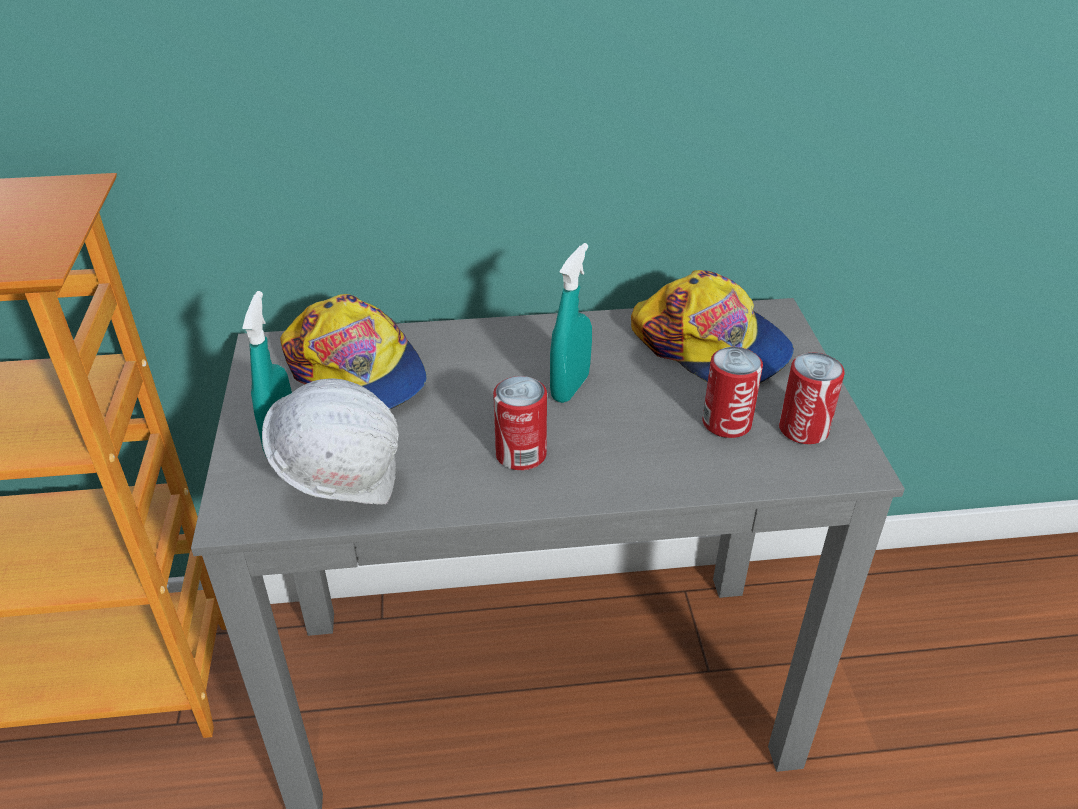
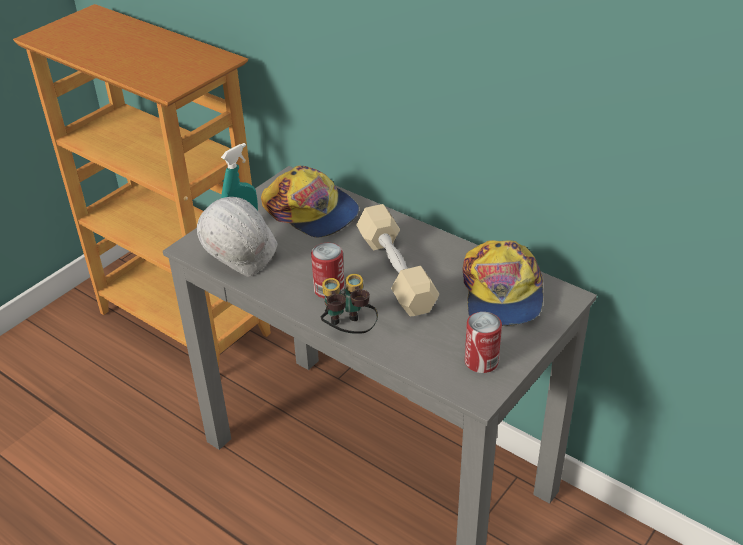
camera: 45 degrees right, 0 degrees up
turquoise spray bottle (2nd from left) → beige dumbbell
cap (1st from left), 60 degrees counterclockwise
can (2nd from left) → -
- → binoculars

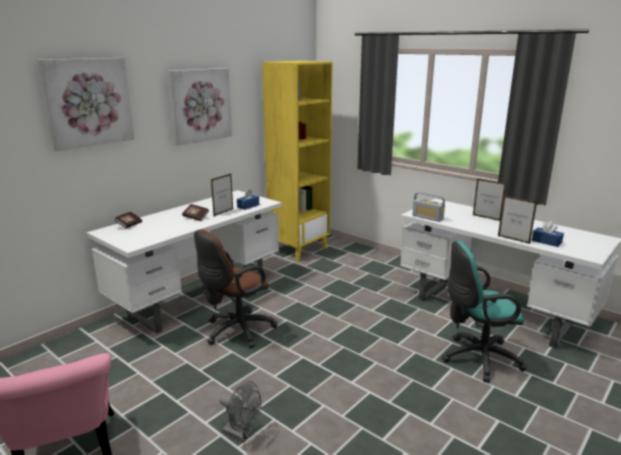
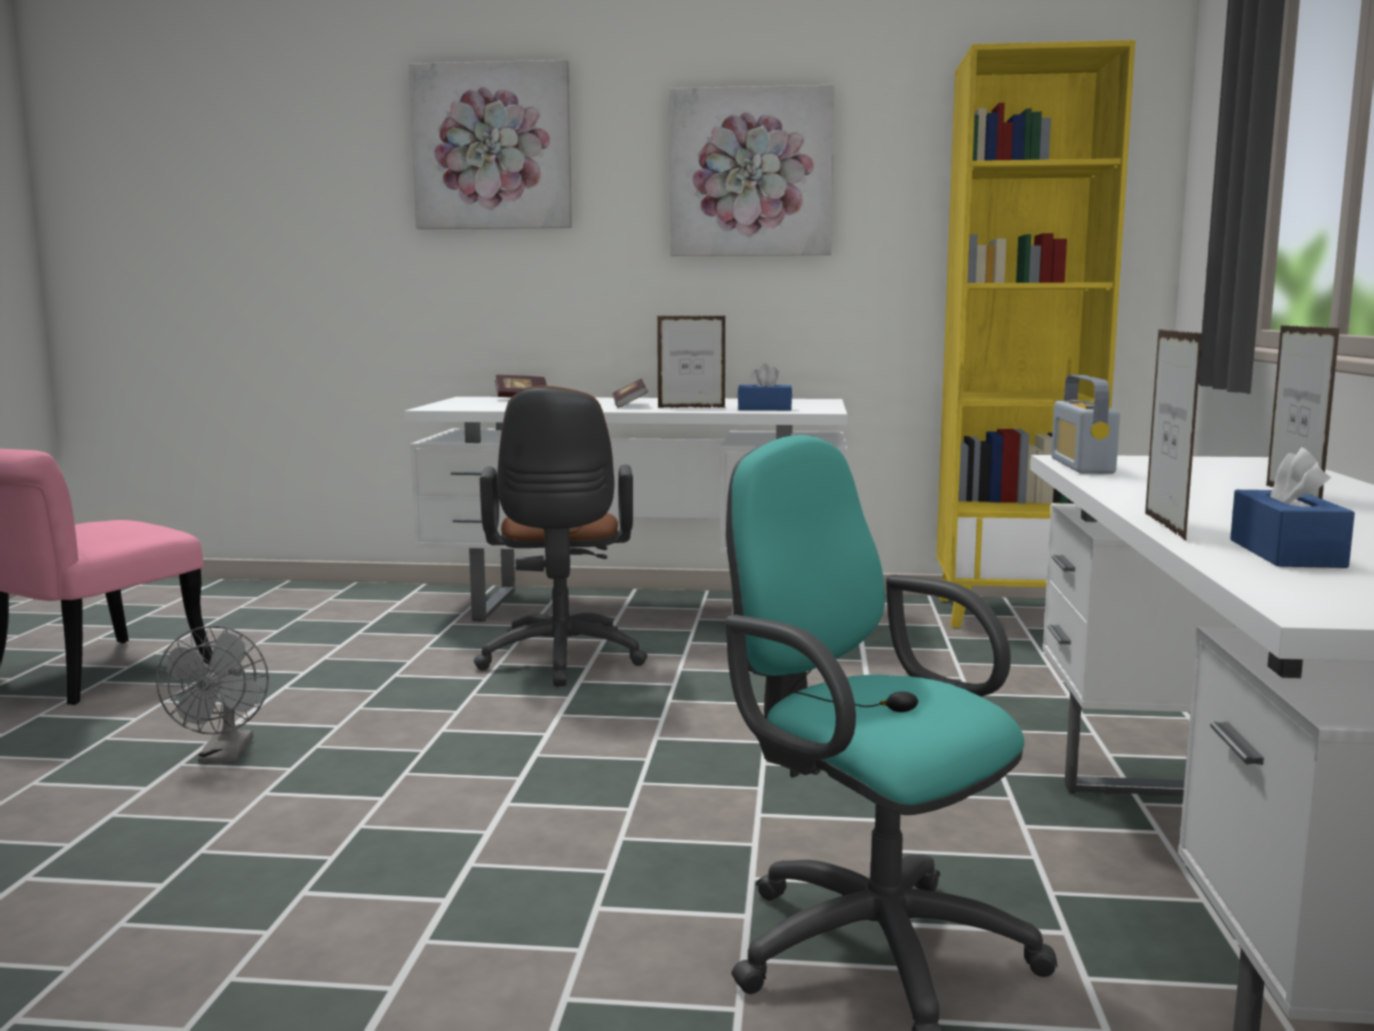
camera: 55 degrees right, 10 degrees down
brown office chair, 105 degrees counterclockwise

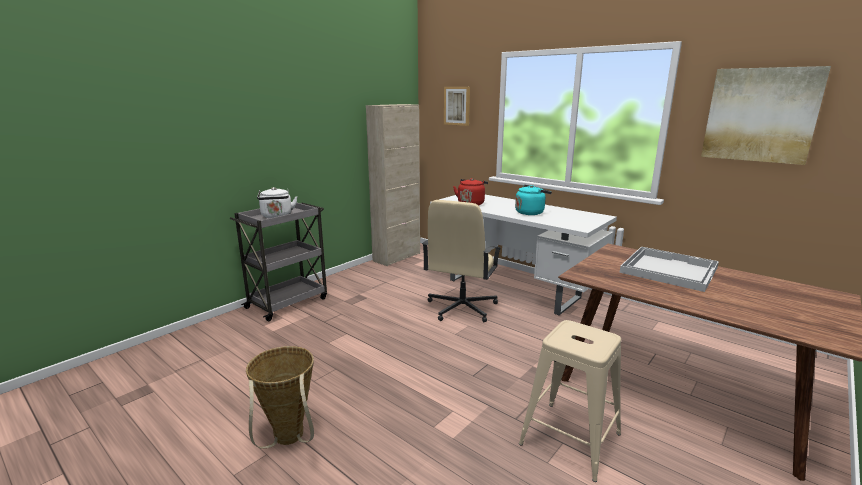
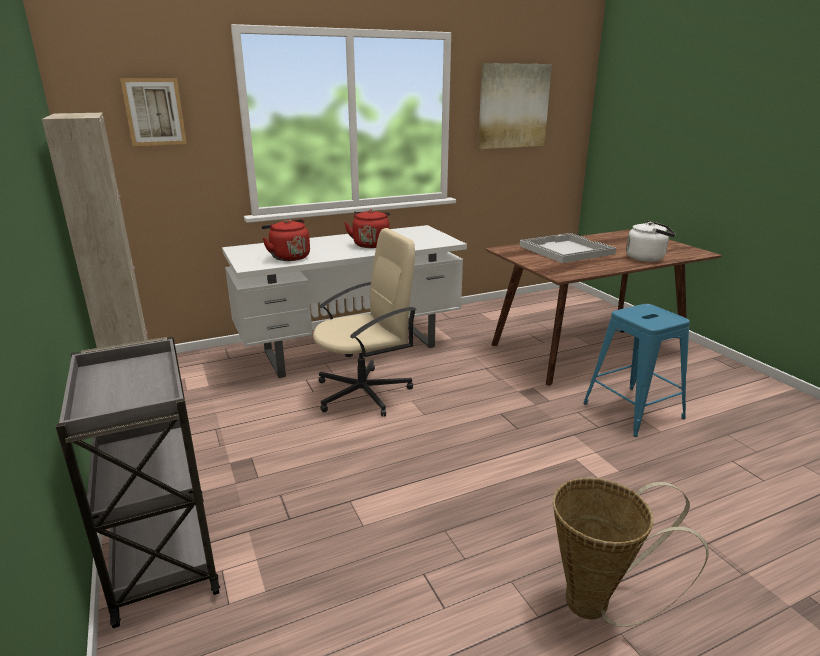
camera: 65 degrees left, 5 degrees up
turquoise kettle → red kettle (2nd from left)
white kettle, moved
beige office chair, 75 degrees counterclockwise
beige stool → blue stool

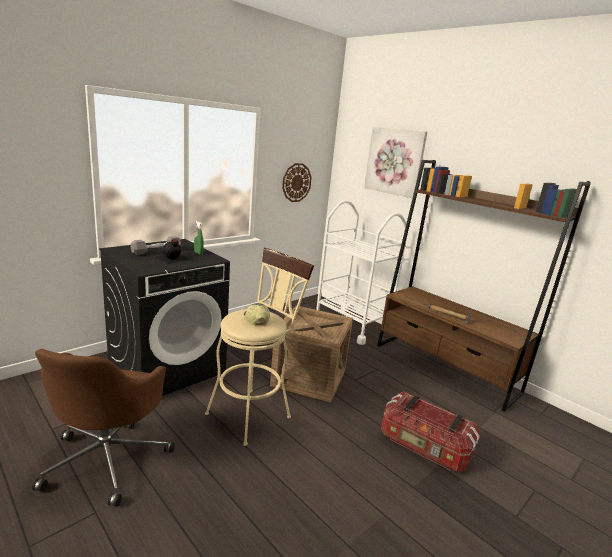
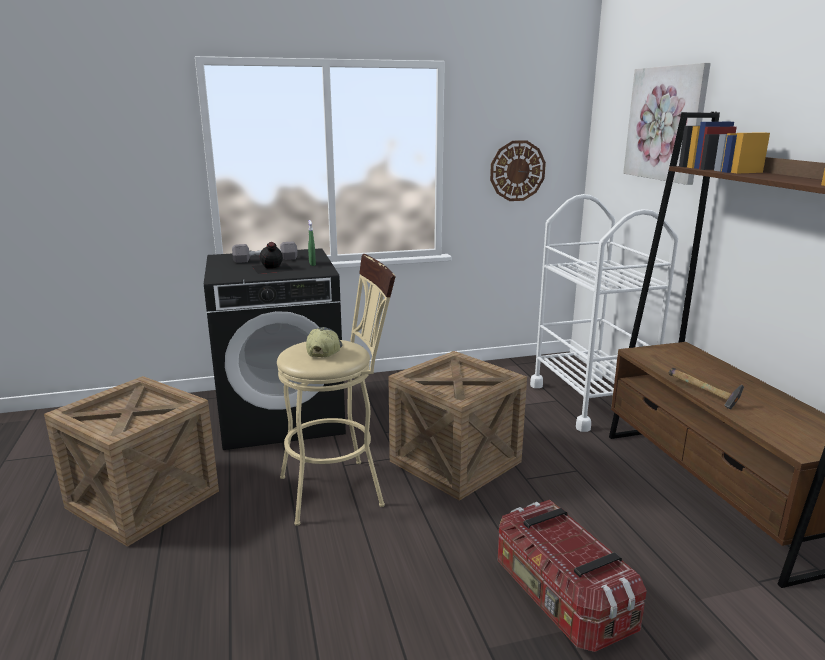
camera: 30 degrees right, 0 degrees up
brown office chair → crate (1st from left)

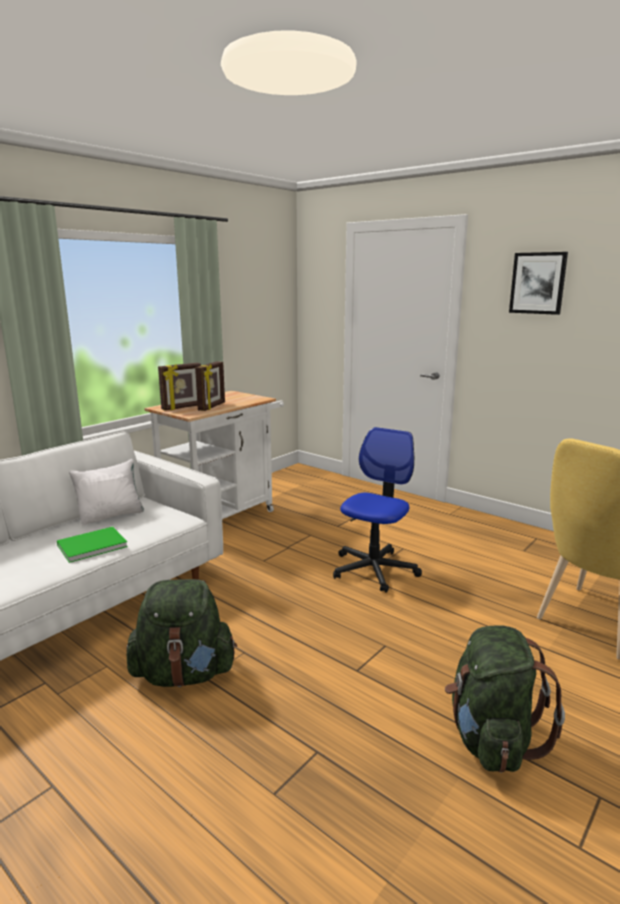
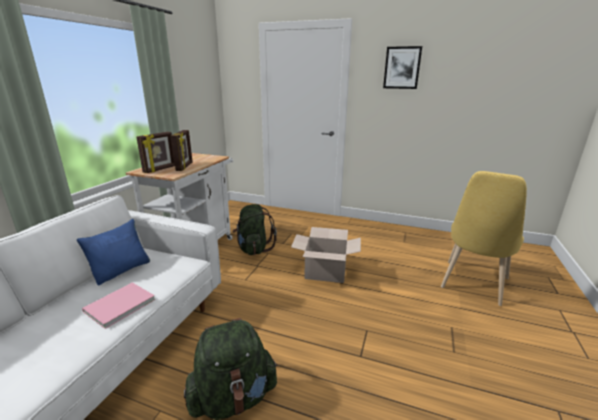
camera: 20 degrees left, 5 degrees up
office chair → cardboard box
white pillow → blue pillow
green book → pink book
green backpack (2nd from left), moved

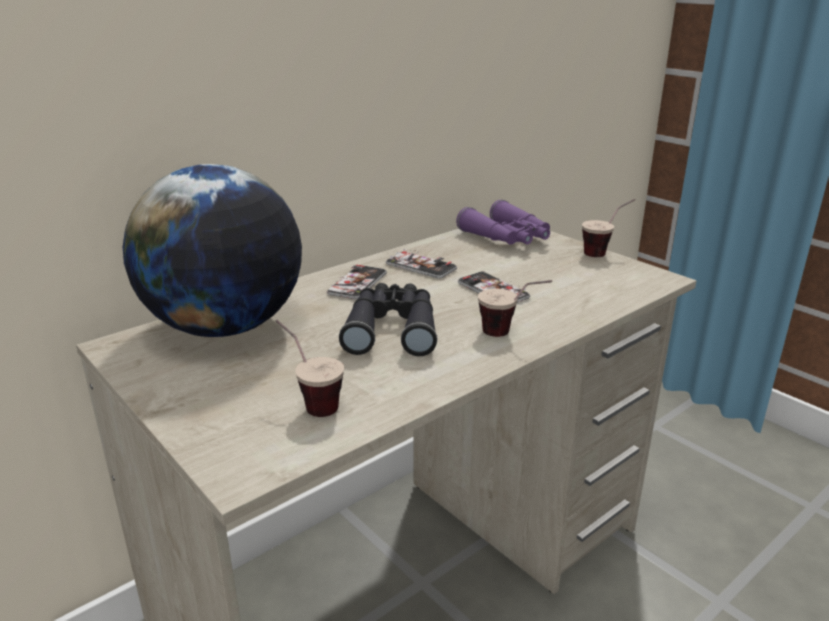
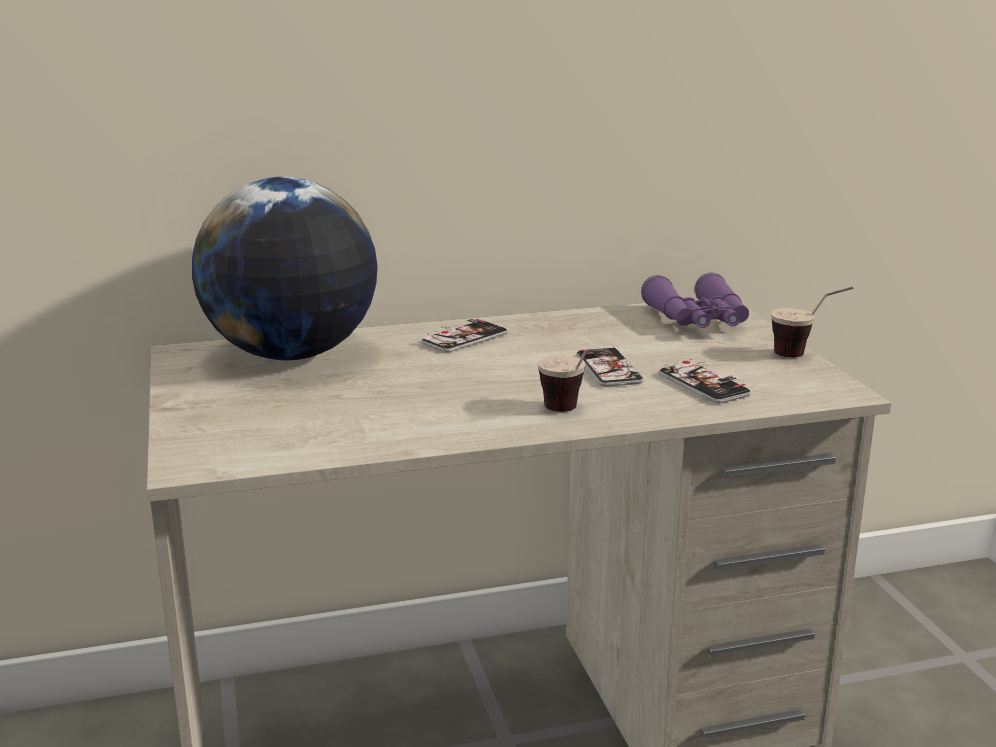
camera: 25 degrees right, 5 degrees down
phone (2nd from left in the first image) → phone (3rd from left), moved
black binoculars → -
cup (1st from left) → -

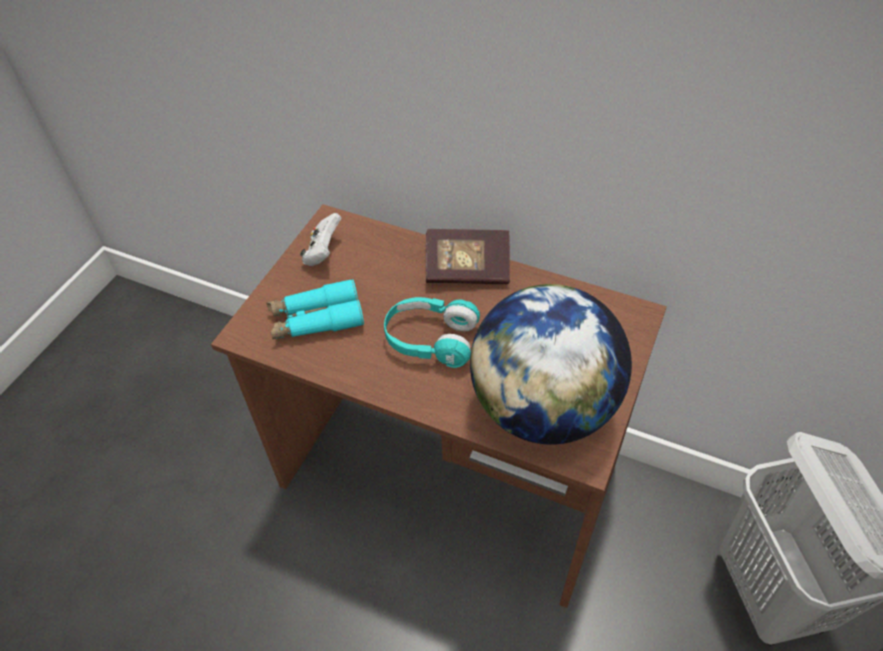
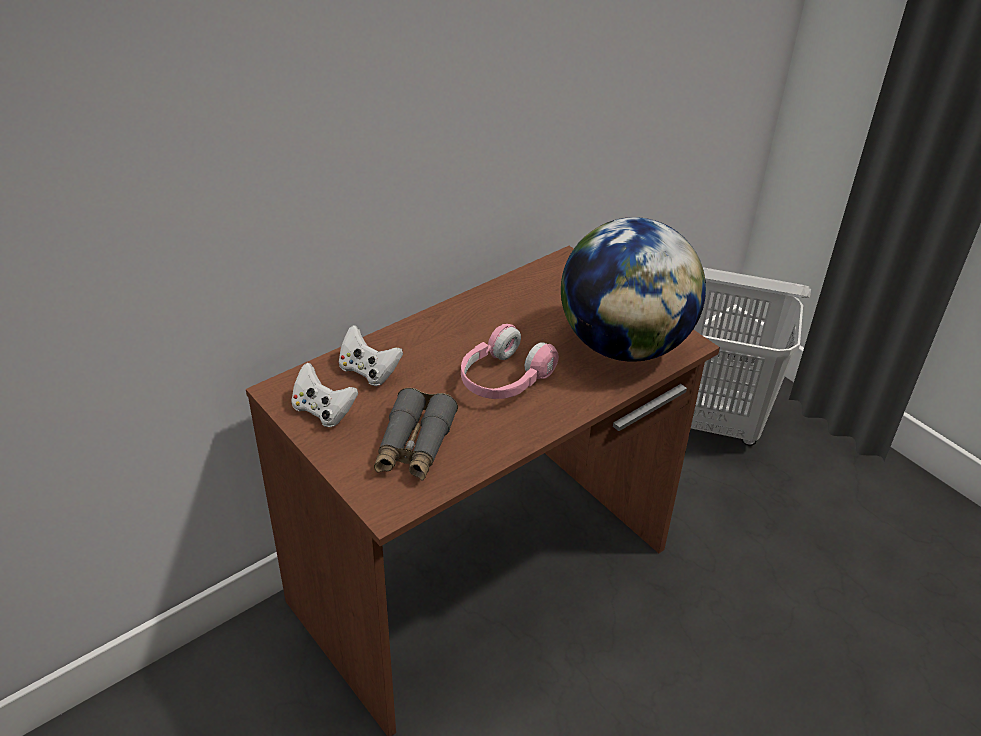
camera: 65 degrees left, 10 degrees down
book → -
turquoise binoculars → grey binoculars
turquoise headphones → pink headphones
- → white game controller (2nd from left)

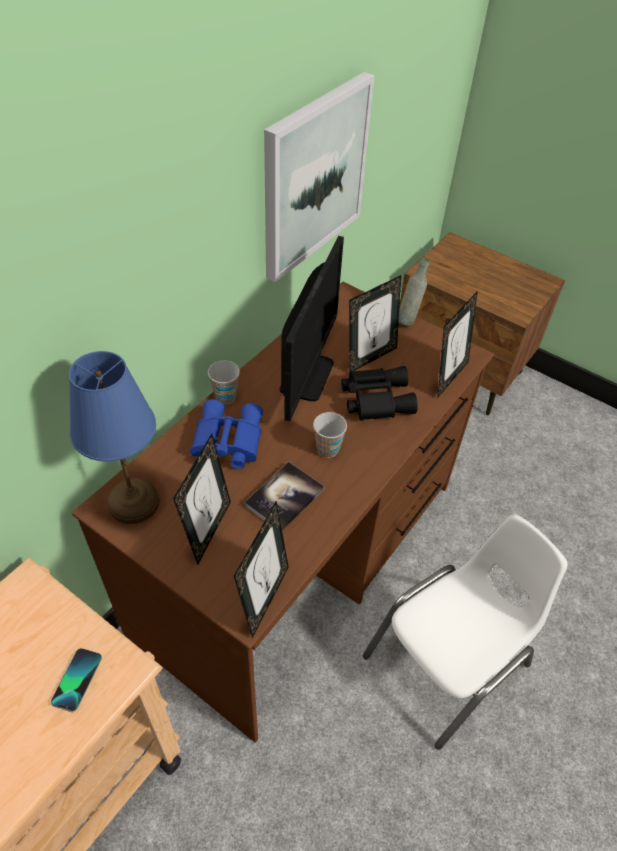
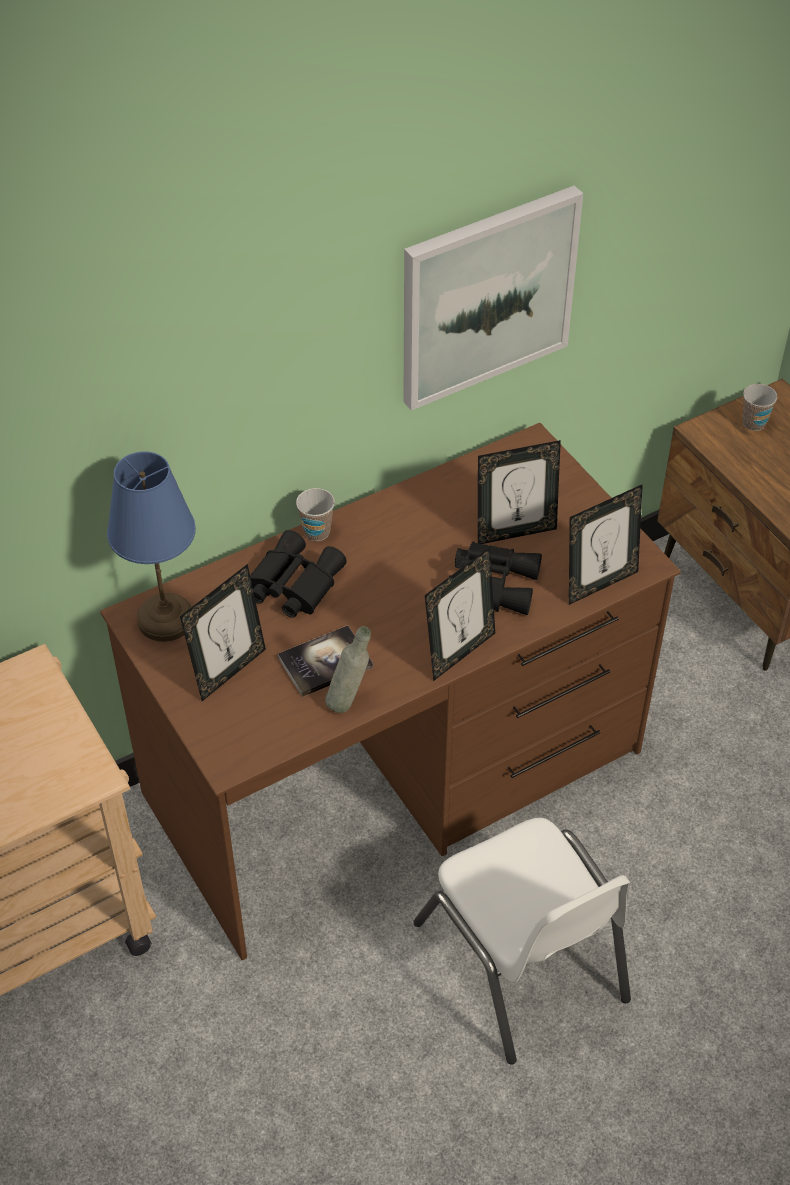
camera: 25 degrees right, 0 degrees up
monitor → -
grey bottle, moved
blue binoculars → black binoculars (1st from left)
cup (2nd from left), moved
picture frame (2nd from left), moved
white chair, 75 degrees clockwise
phone → -

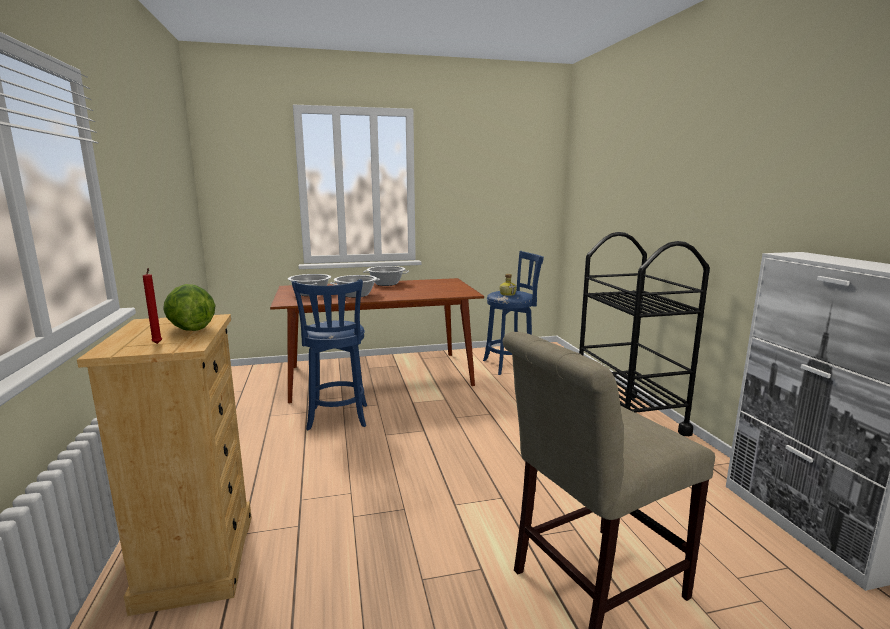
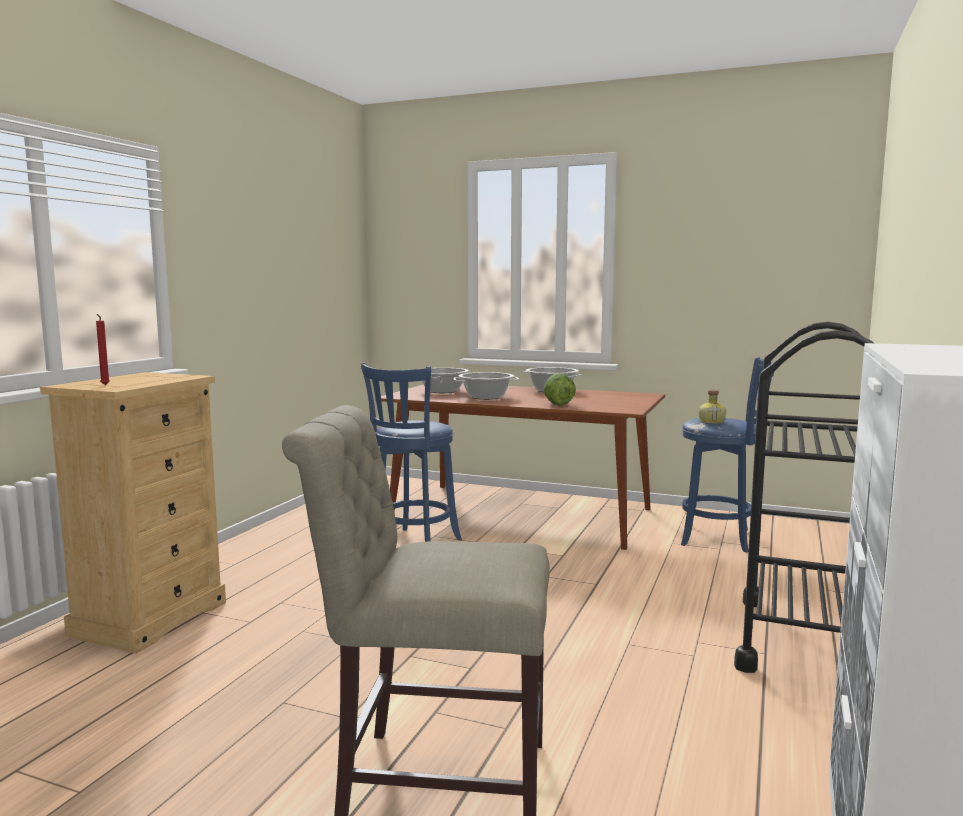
camera: 35 degrees right, 5 degrees down
lettuce, moved

